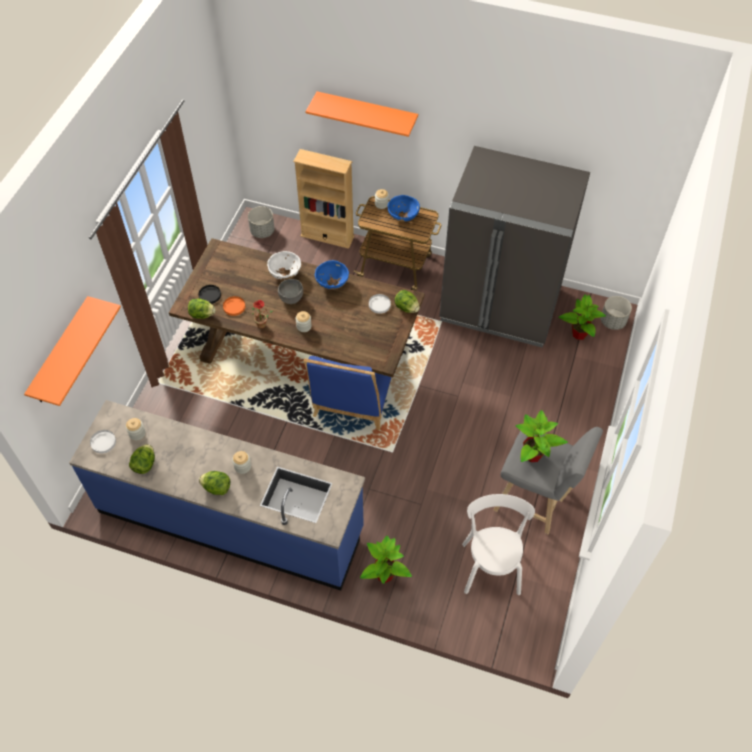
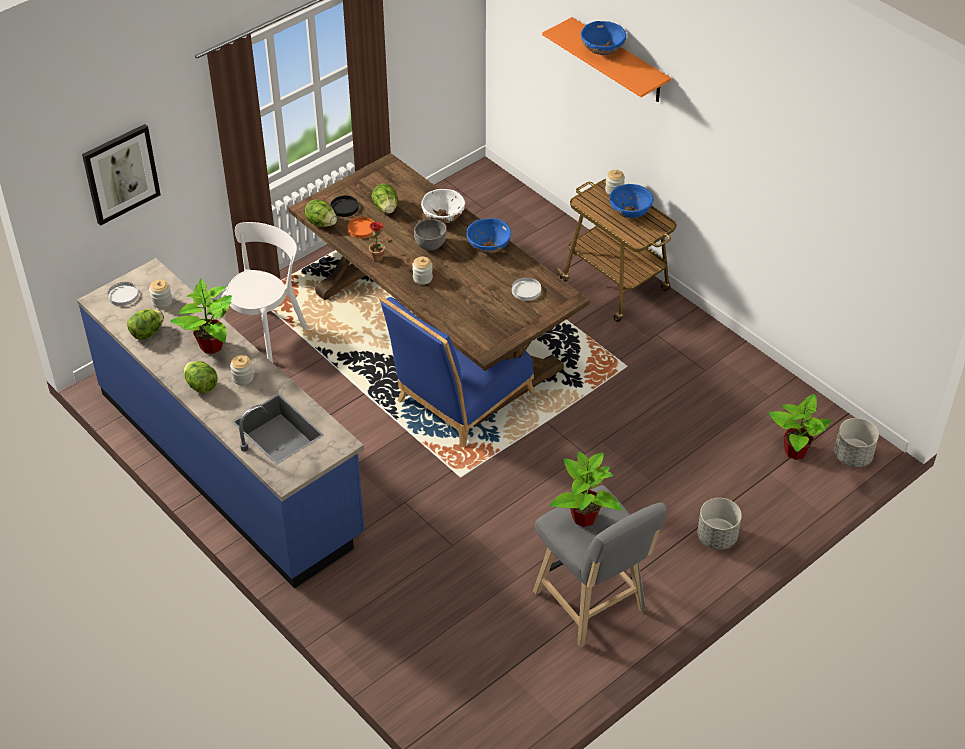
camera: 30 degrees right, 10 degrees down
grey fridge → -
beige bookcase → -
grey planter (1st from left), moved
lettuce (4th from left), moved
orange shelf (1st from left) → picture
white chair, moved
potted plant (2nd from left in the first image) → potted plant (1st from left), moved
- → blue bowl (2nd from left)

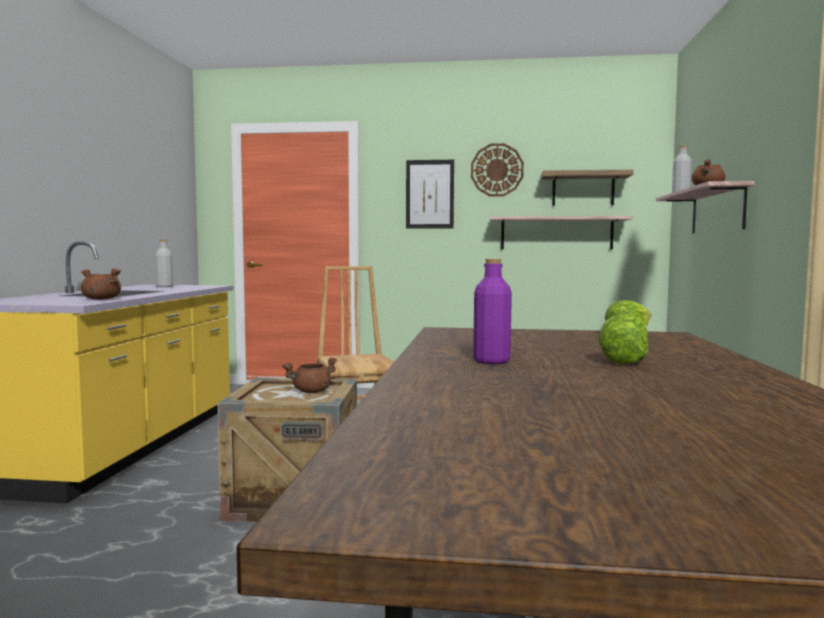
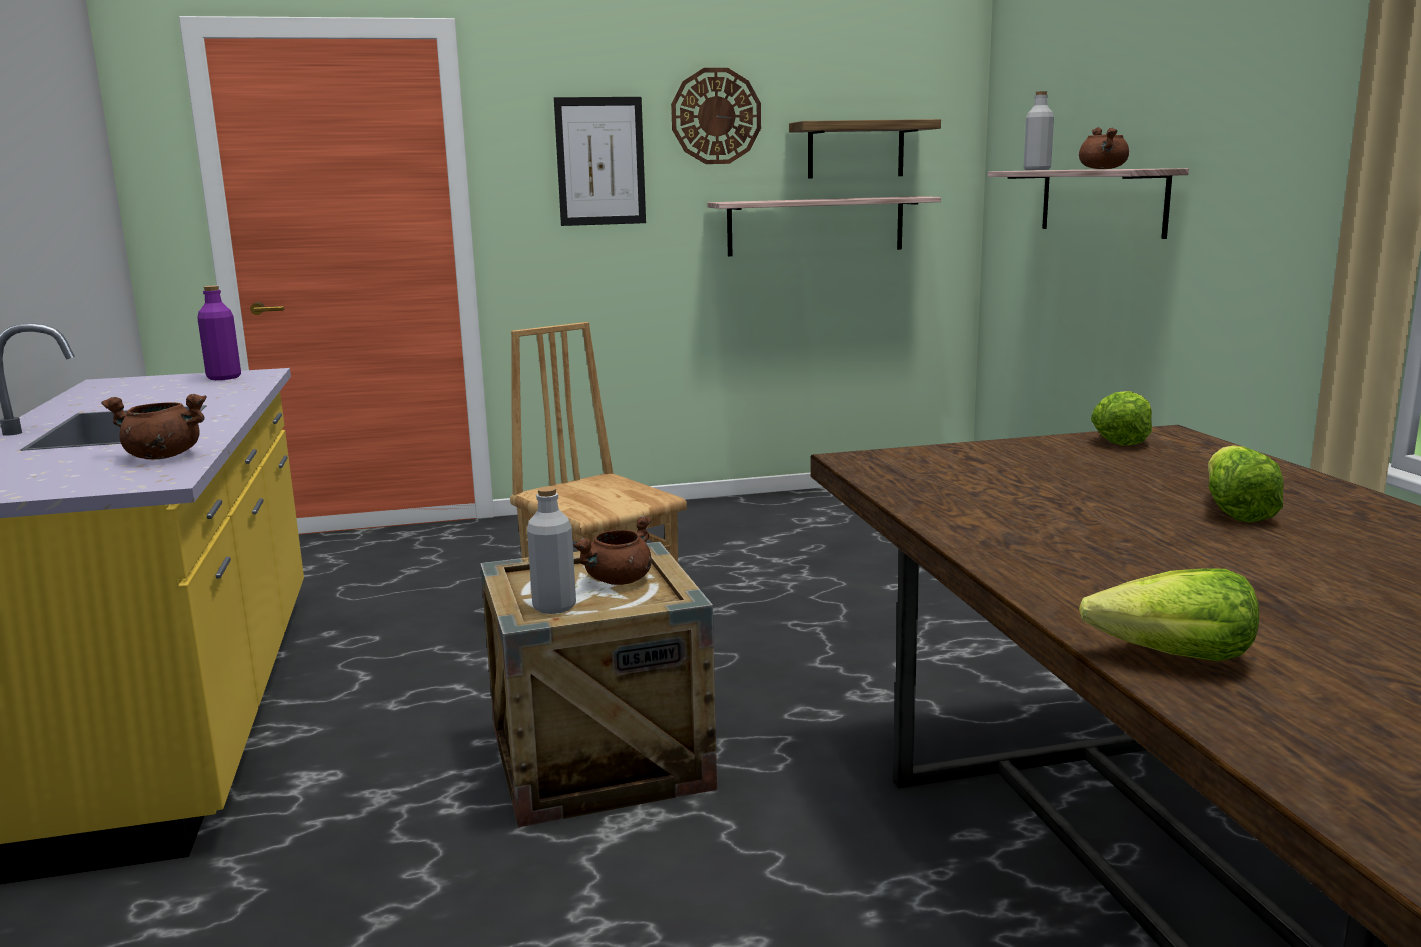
camera: 20 degrees left, 10 degrees up
grey bottle (1st from left), moved
purple bottle, moved
- → lettuce (2nd from left)

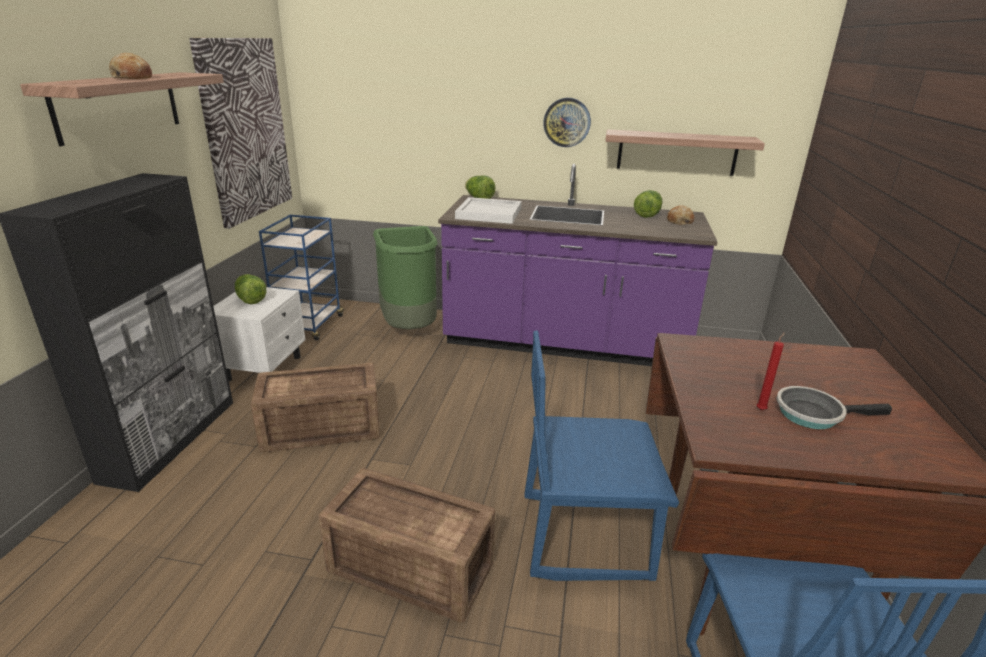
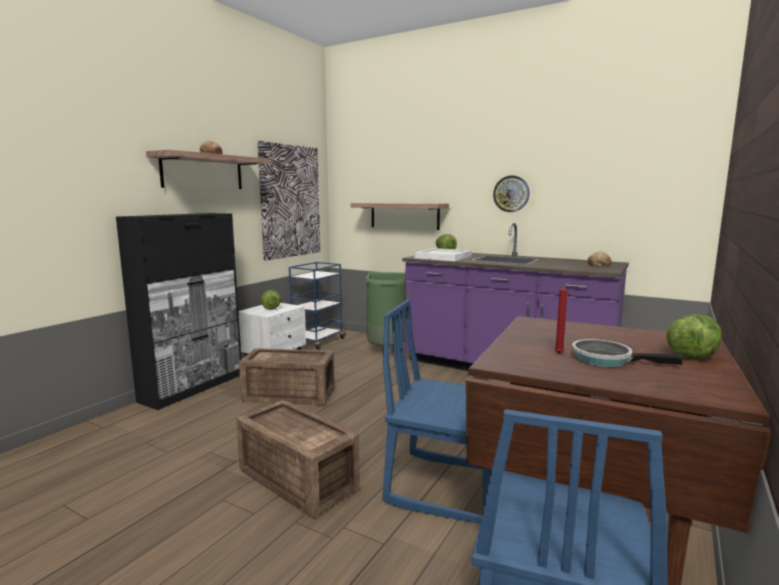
camera: 20 degrees right, 15 degrees down
shelf (2nd from left), moved
lettuce (3rd from left), moved

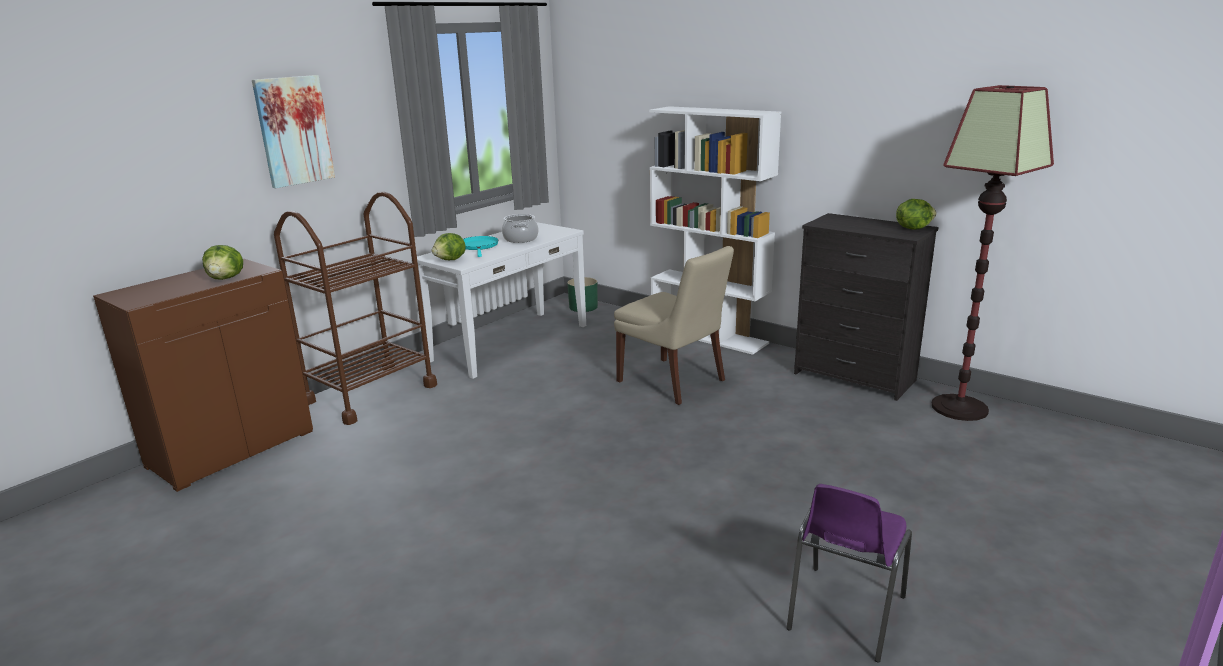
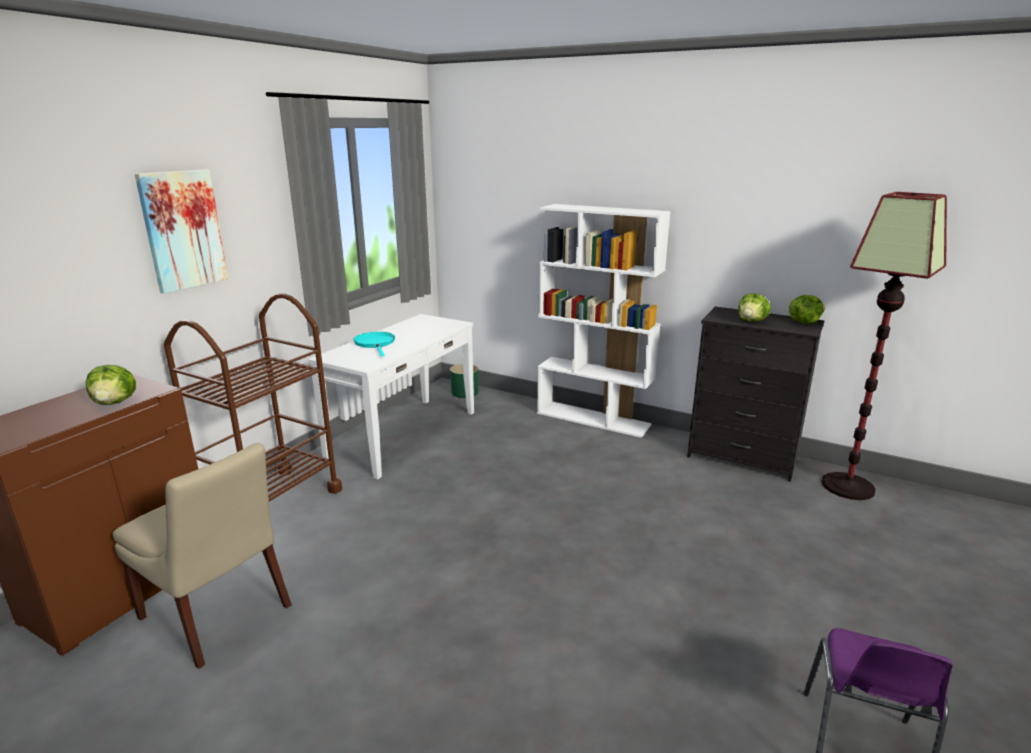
camera: 10 degrees left, 0 degrees up
cooking pot → -
lettuce (2nd from left), moved
beige chair, moved

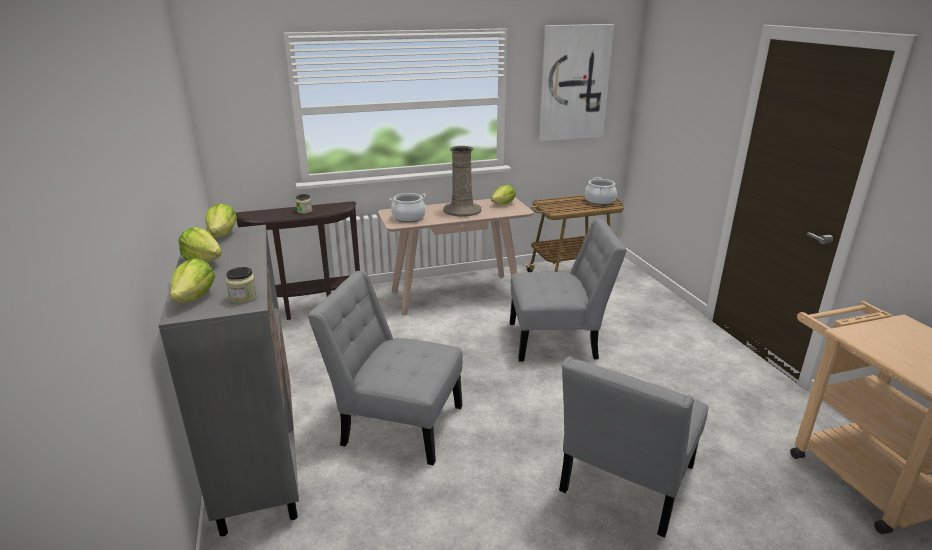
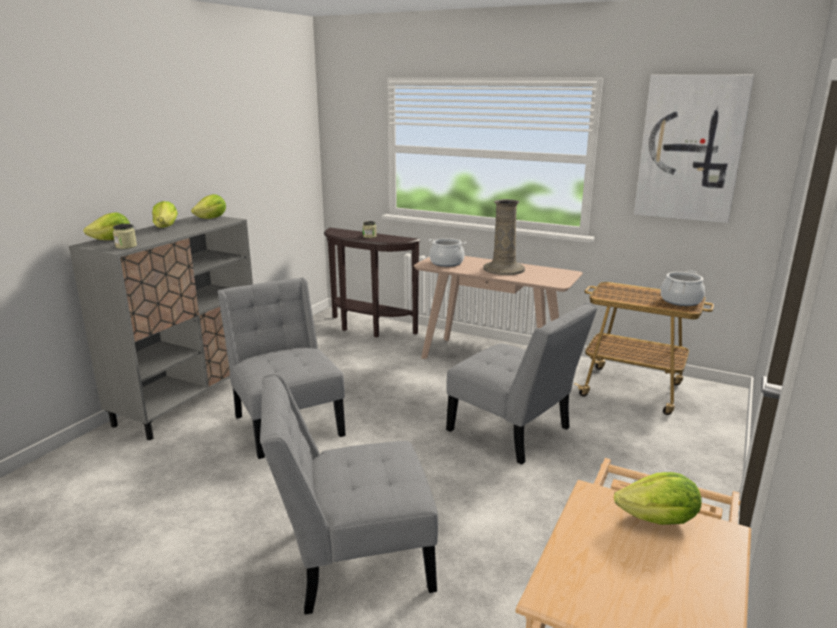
camera: 45 degrees right, 5 degrees down
lettuce (4th from left), moved

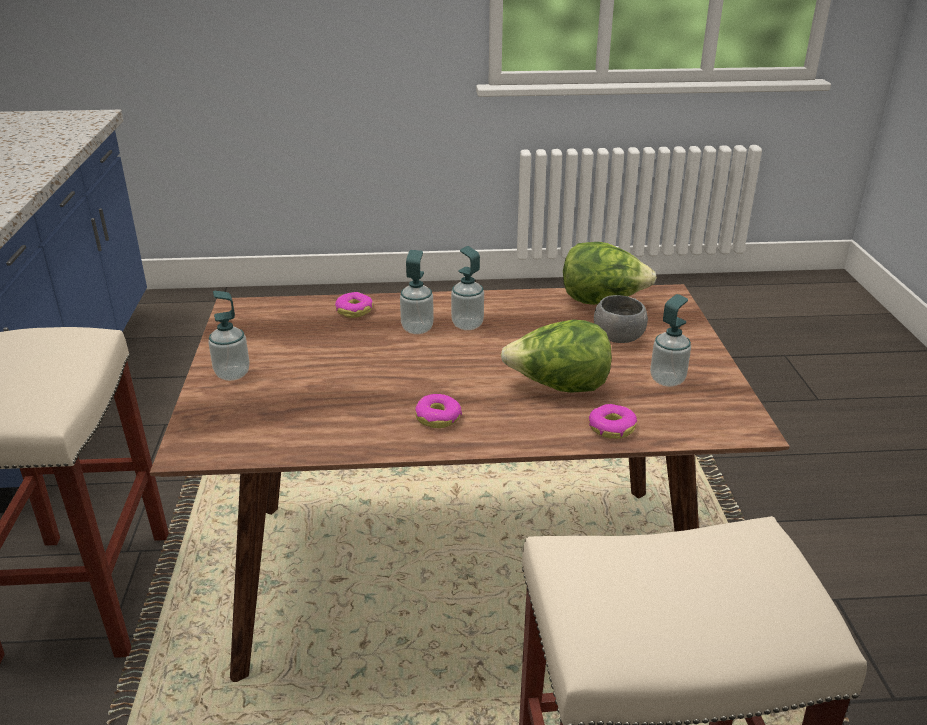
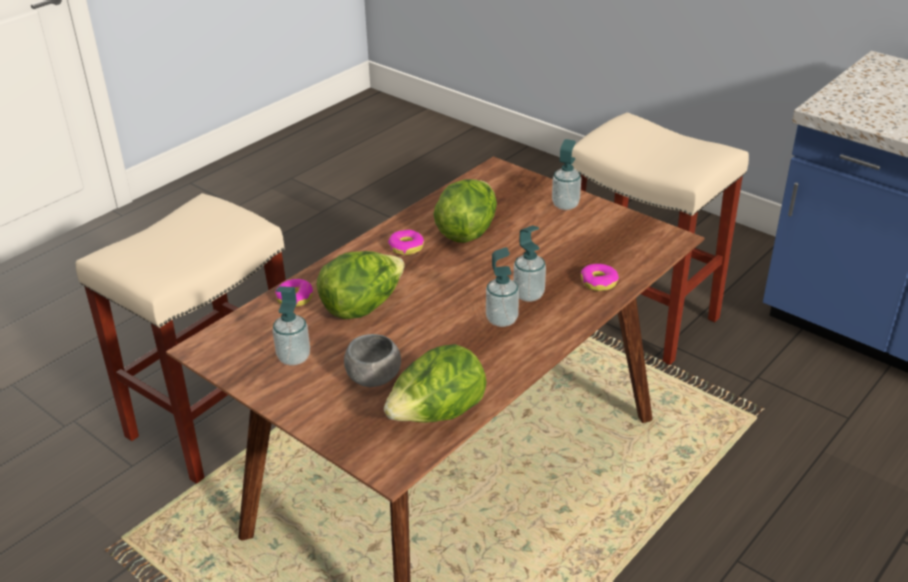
camera: 135 degrees right, 5 degrees up
- → lettuce (3rd from left)

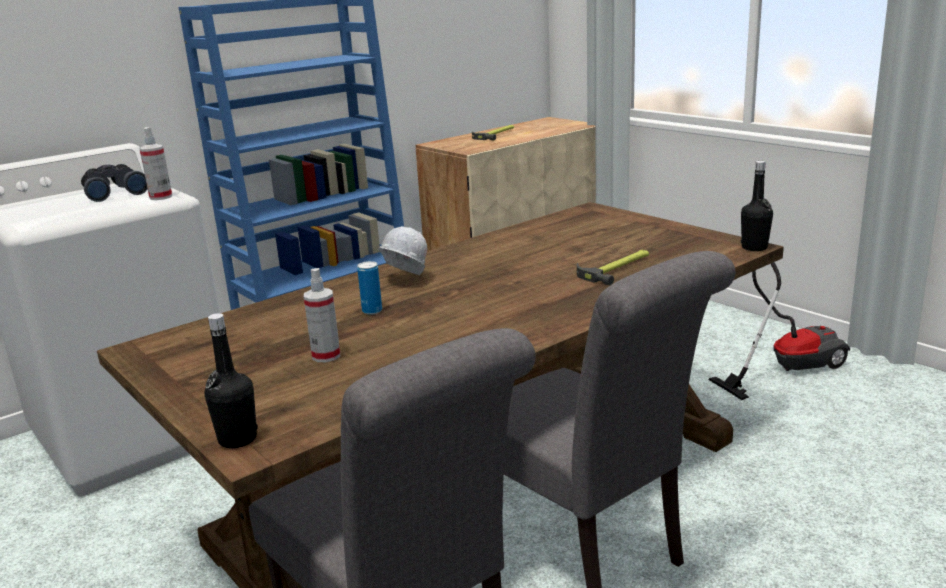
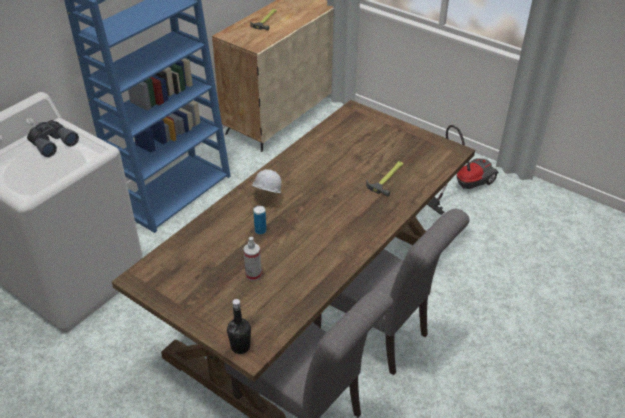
camera: 15 degrees left, 20 degrees up
spray bottle (1st from left) → -
black bottle (2nd from left) → -

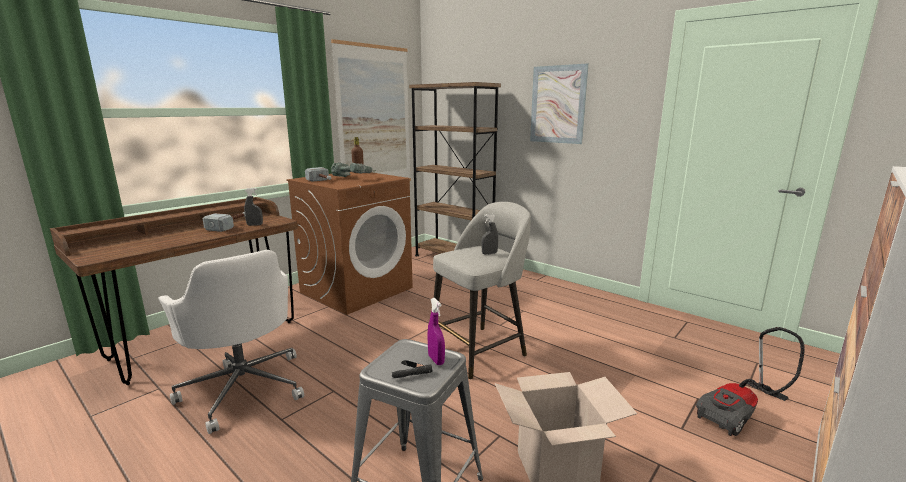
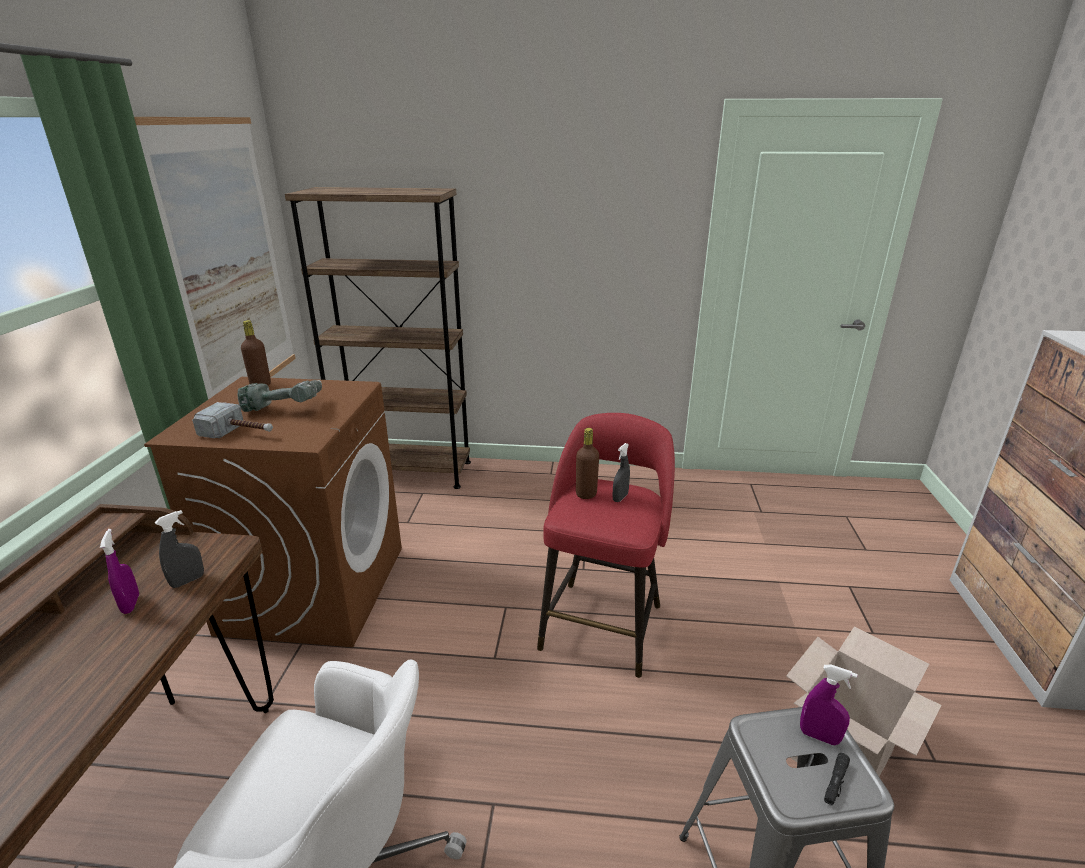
camera: 35 degrees left, 10 degrees up
picture (2nd from left) → -
grey stool (2nd from left) → red stool
hammer (1st from left) → purple spray bottle (1st from left)
vacuum cleaner → -
- → brown bottle (2nd from left)

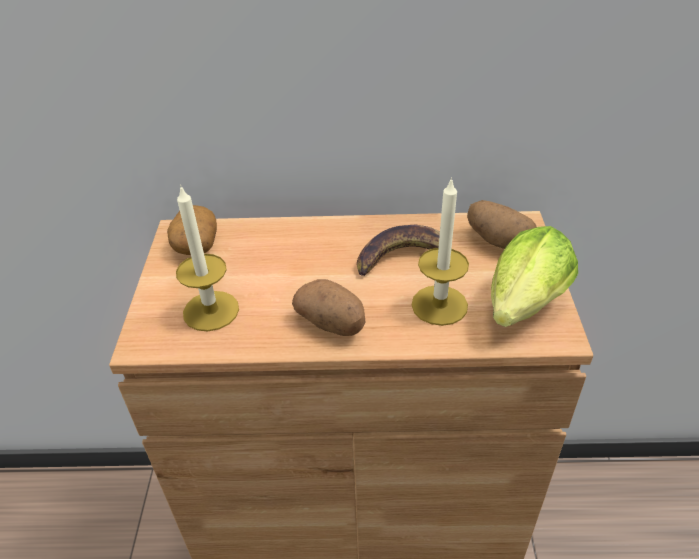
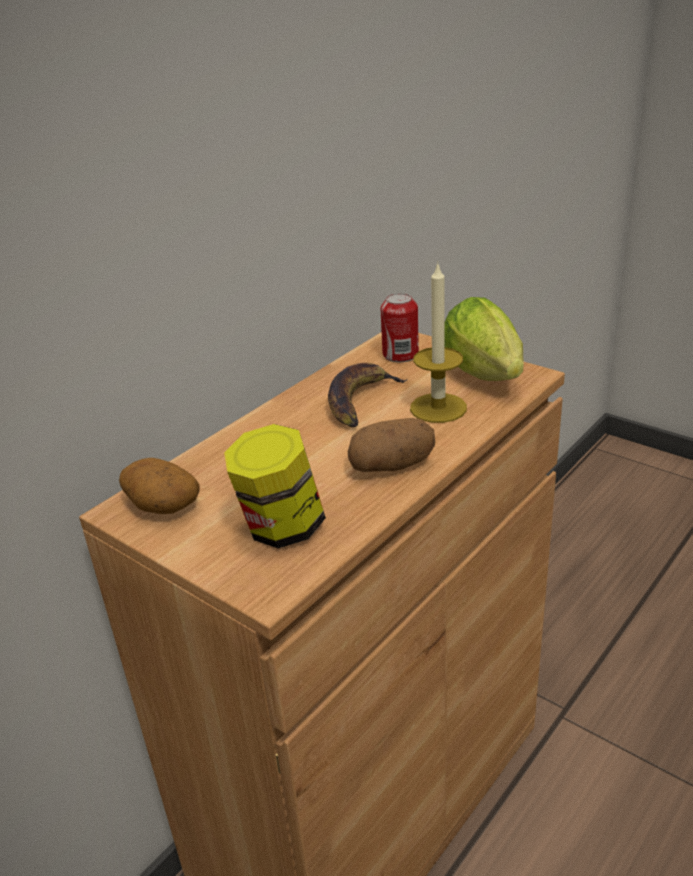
camera: 50 degrees left, 10 degrees down
candle (1st from left) → jar
potato (3rd from left) → can

